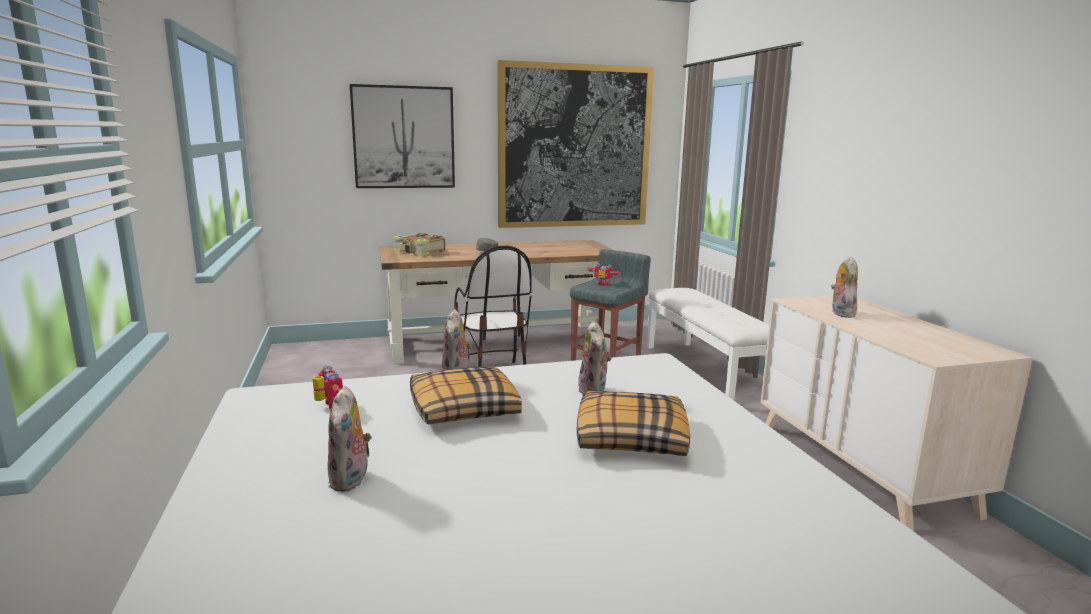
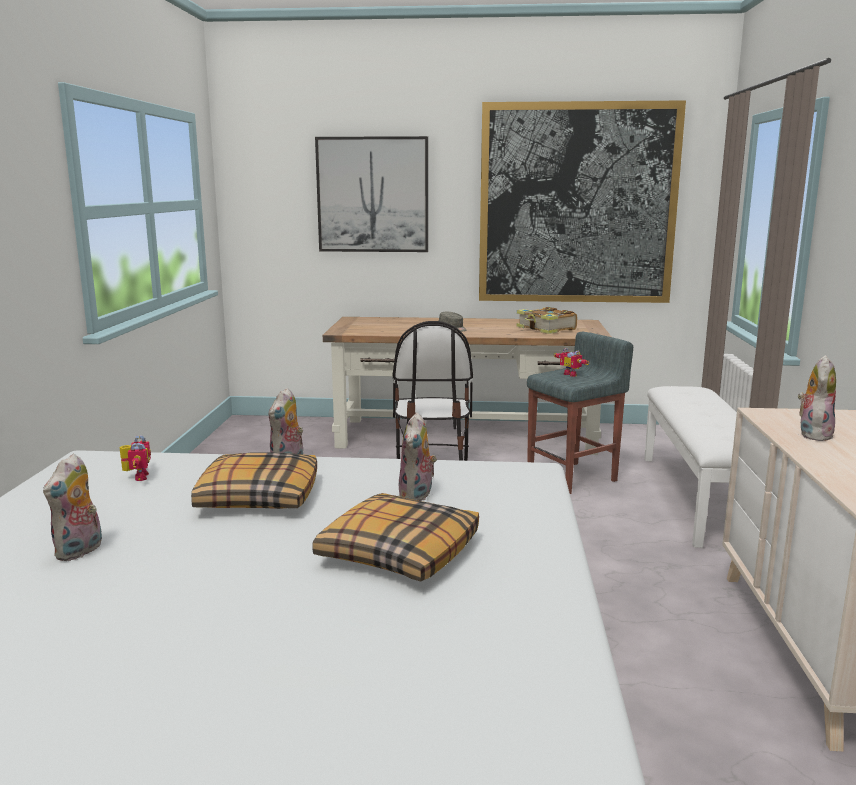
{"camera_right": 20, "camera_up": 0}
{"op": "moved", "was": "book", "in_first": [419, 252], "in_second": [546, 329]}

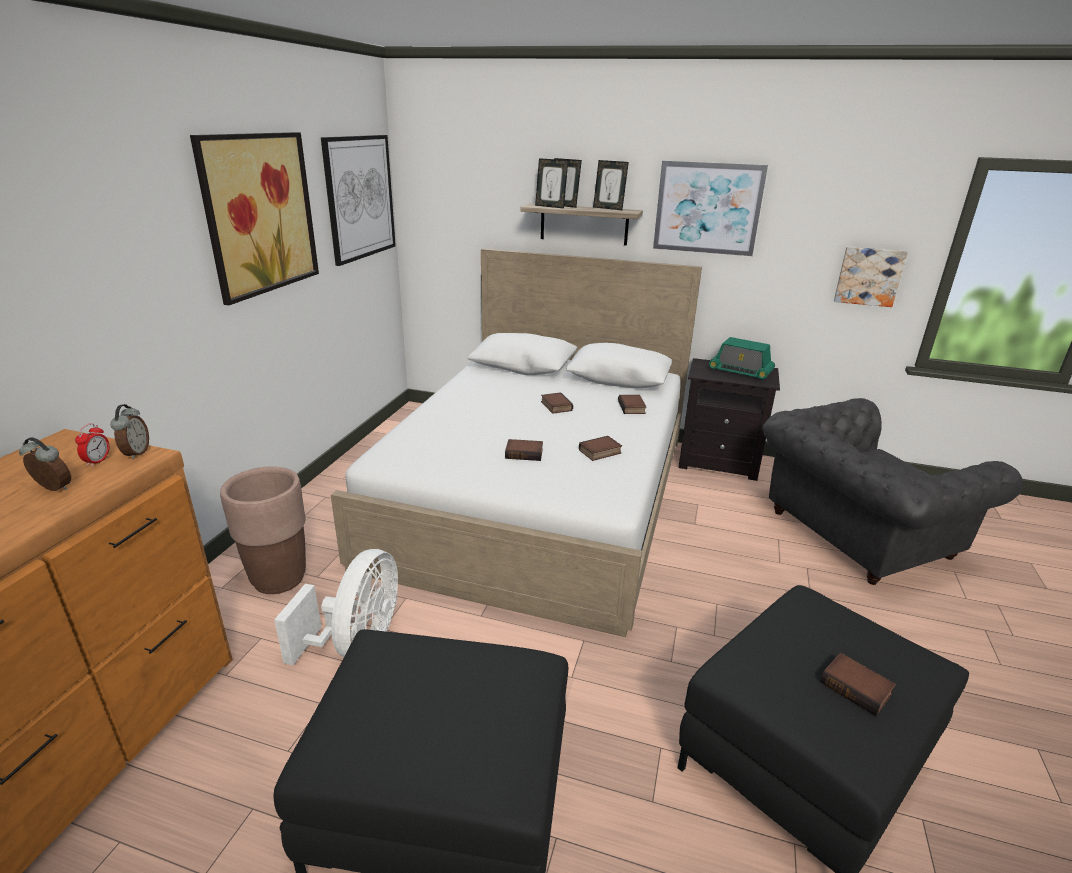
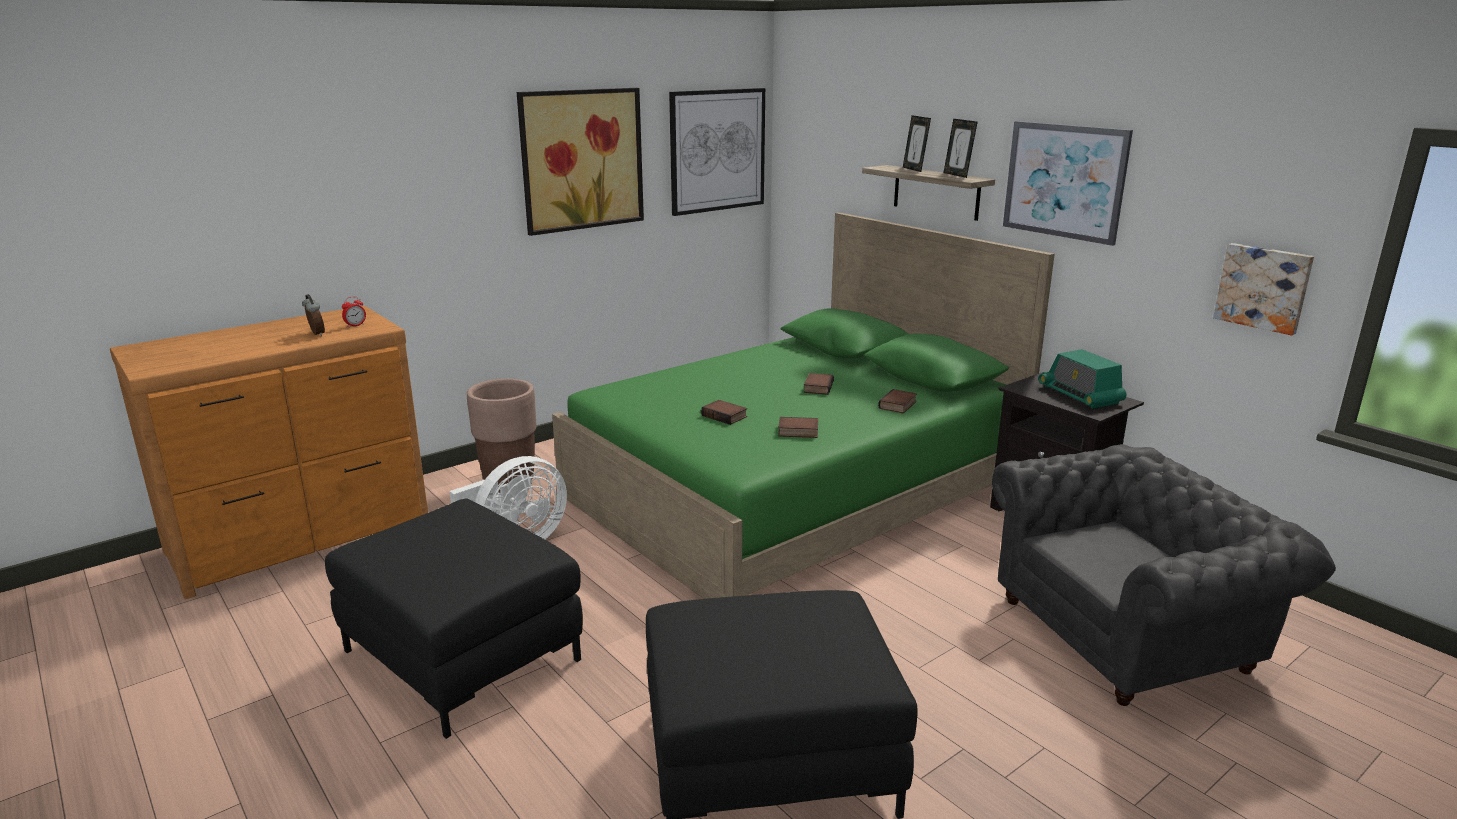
{"camera_right": 35, "camera_up": -5}
{"op": "removed", "was": "alarm clock", "in_first": [136, 453]}
{"op": "recoloured", "was": "white bed", "now": "green bed", "in_first": [539, 496], "in_second": [794, 489]}
{"op": "removed", "was": "picture frame", "in_first": [550, 206]}
{"op": "turned", "was": "grey armchair", "in_first": [853, 535], "in_second": [1130, 633], "clockwise": 150}
{"op": "removed", "was": "book", "in_first": [857, 688]}

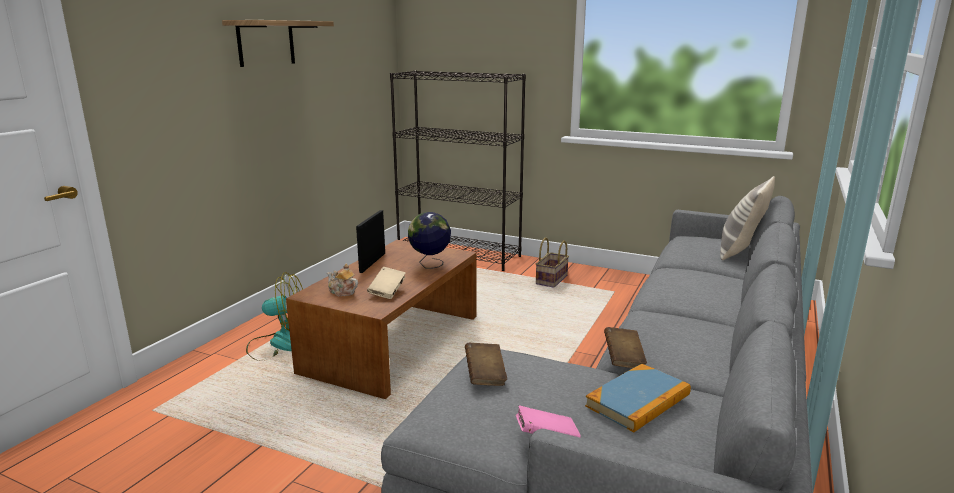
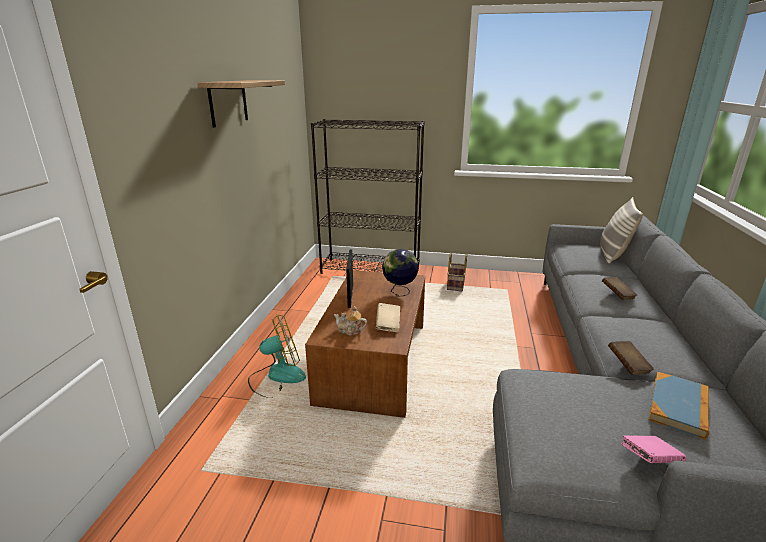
{"camera_right": -15, "camera_up": 5}
{"op": "moved", "was": "brown book", "in_first": [485, 375], "in_second": [617, 295]}

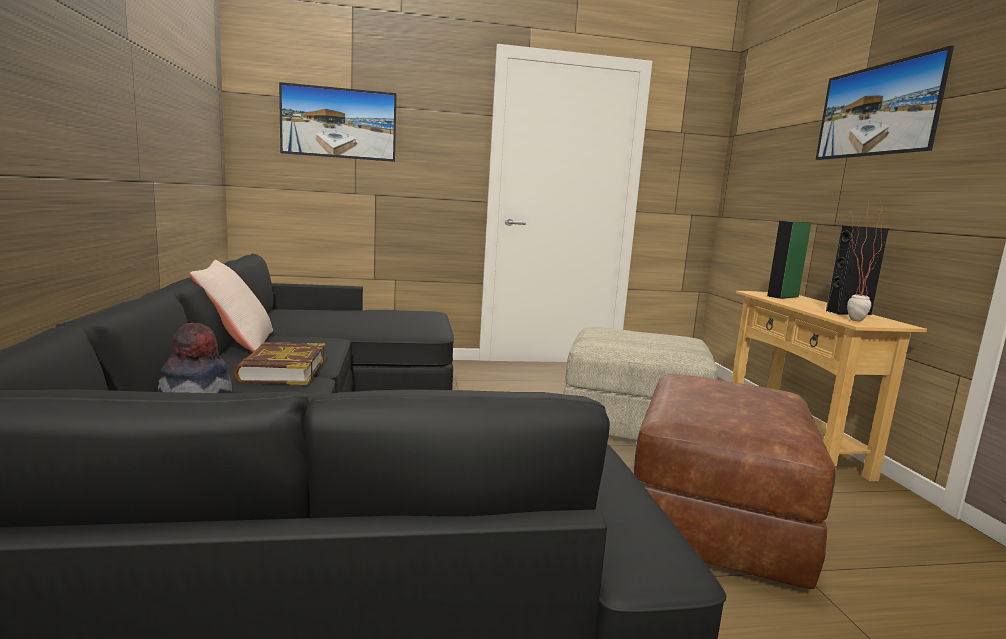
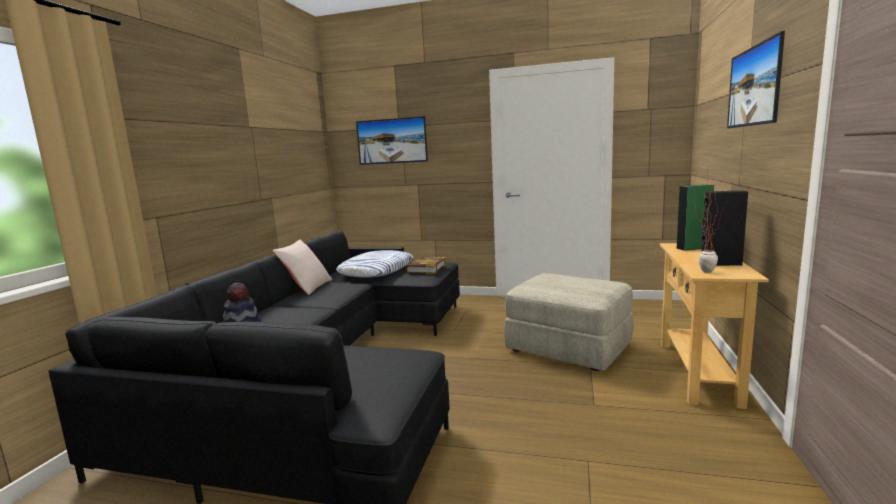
{"camera_right": 25, "camera_up": 0}
{"op": "moved", "was": "book", "in_first": [282, 370], "in_second": [426, 269]}
{"op": "removed", "was": "brown ottoman", "in_first": [716, 520]}
{"op": "added", "now": "pillow", "in_second": [376, 270]}

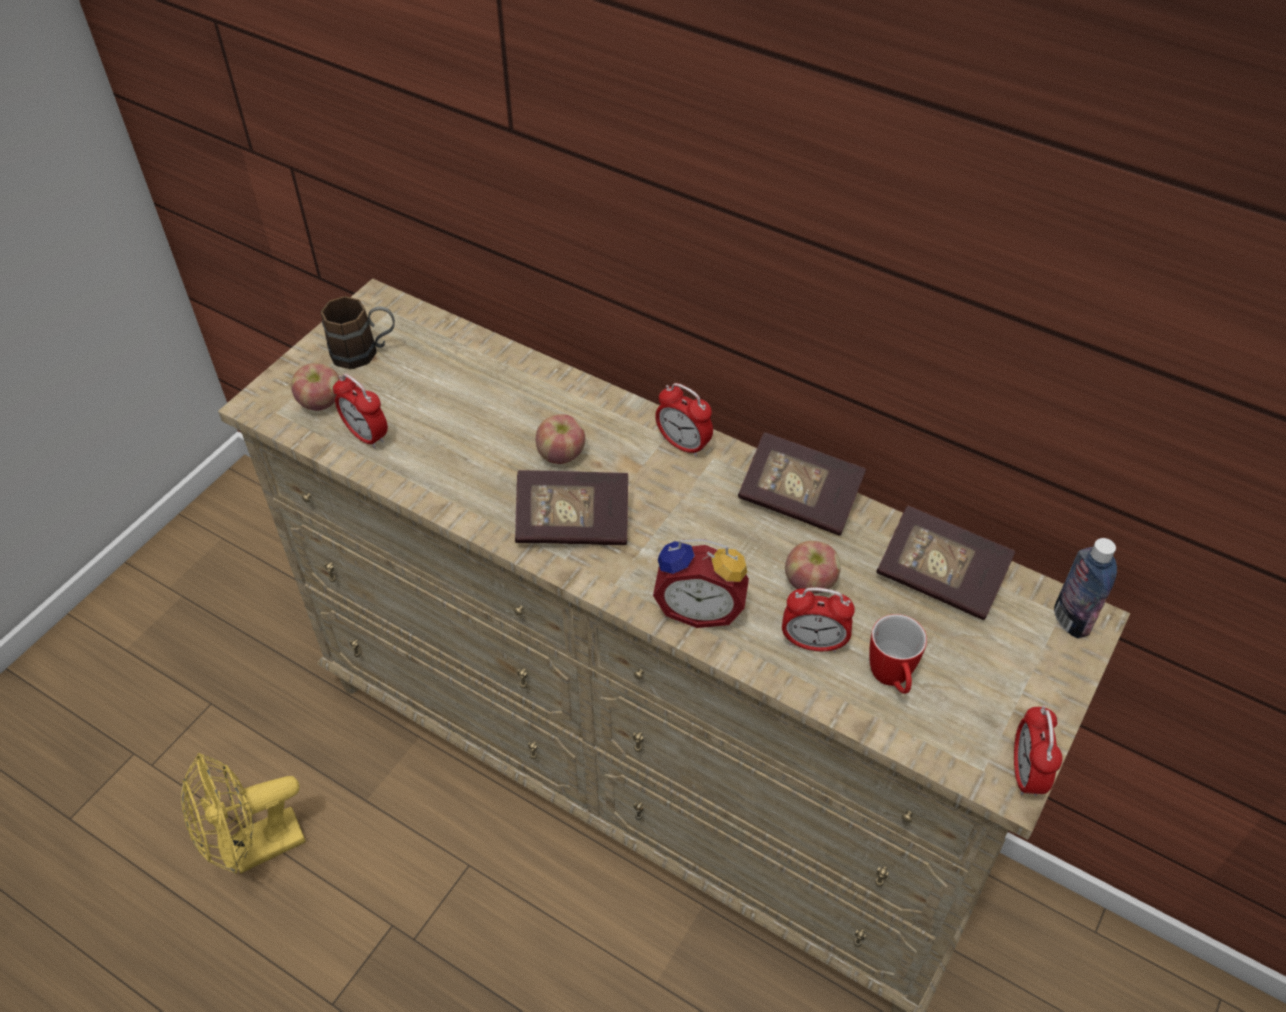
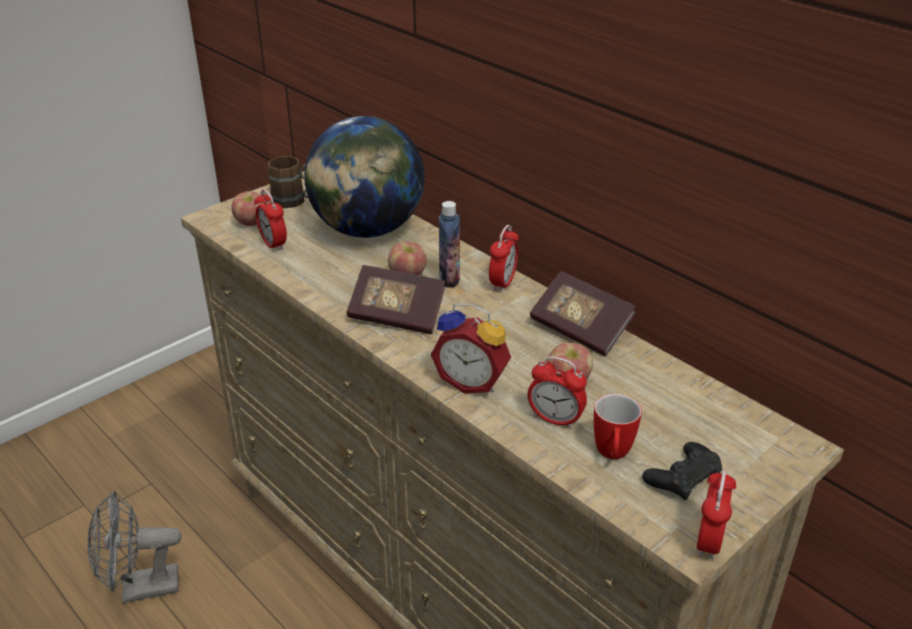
{"camera_right": 15, "camera_up": -15}
{"op": "recoloured", "was": "yellow fan", "now": "grey fan", "in_first": [256, 849], "in_second": [140, 589]}
{"op": "turned", "was": "alarm clock", "in_first": [683, 444], "in_second": [503, 283], "clockwise": -120}
{"op": "removed", "was": "book", "in_first": [939, 578]}
{"op": "moved", "was": "bottle", "in_first": [1071, 620], "in_second": [449, 279]}
{"op": "added", "now": "globe", "in_second": [367, 230]}
{"op": "added", "now": "black game controller", "in_second": [683, 477]}

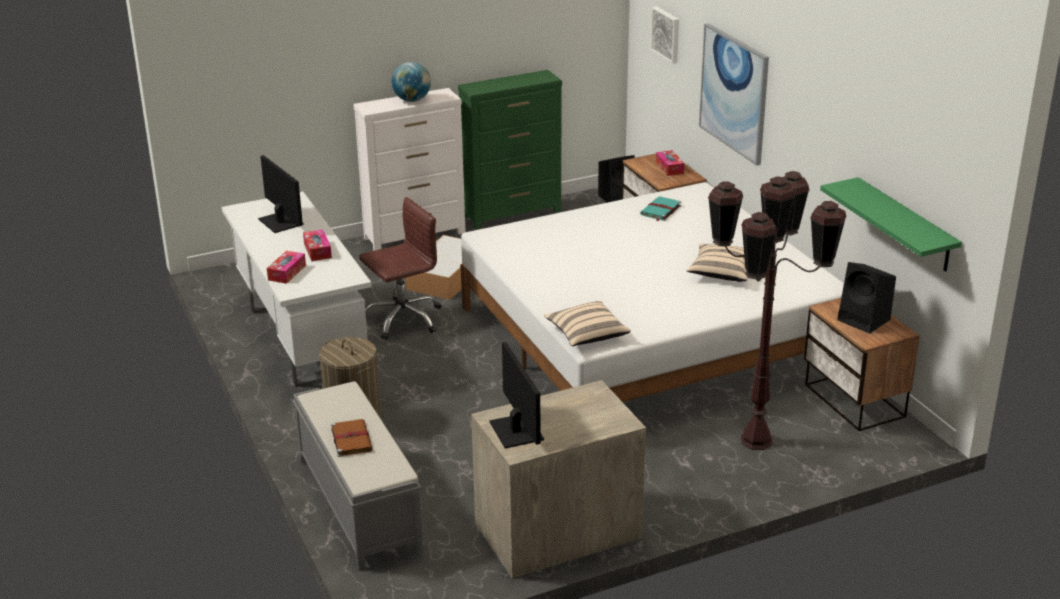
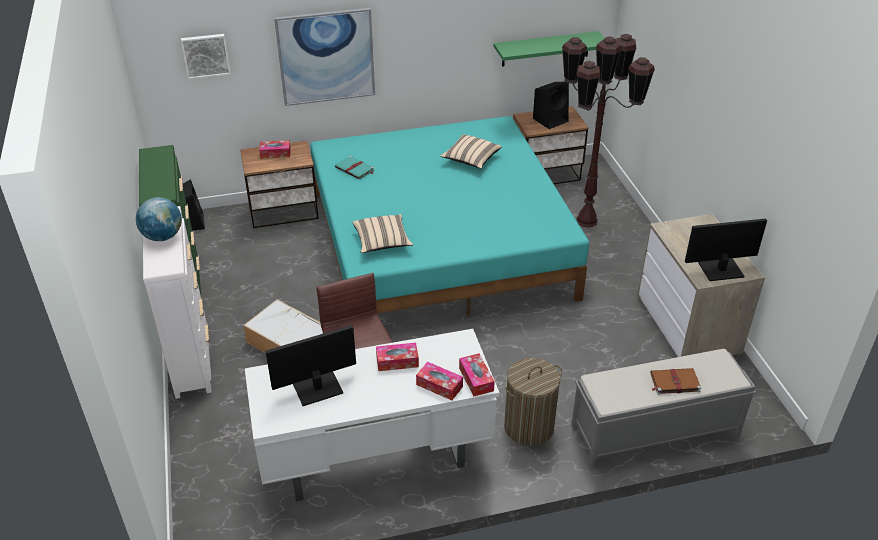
{"camera_right": -80, "camera_up": 10}
{"op": "recoloured", "was": "white bed", "now": "turquoise bed", "in_first": [648, 337], "in_second": [440, 244]}
{"op": "moved", "was": "beige pillow", "in_first": [586, 335], "in_second": [382, 242]}
{"op": "added", "now": "tissue box", "in_second": [476, 379]}

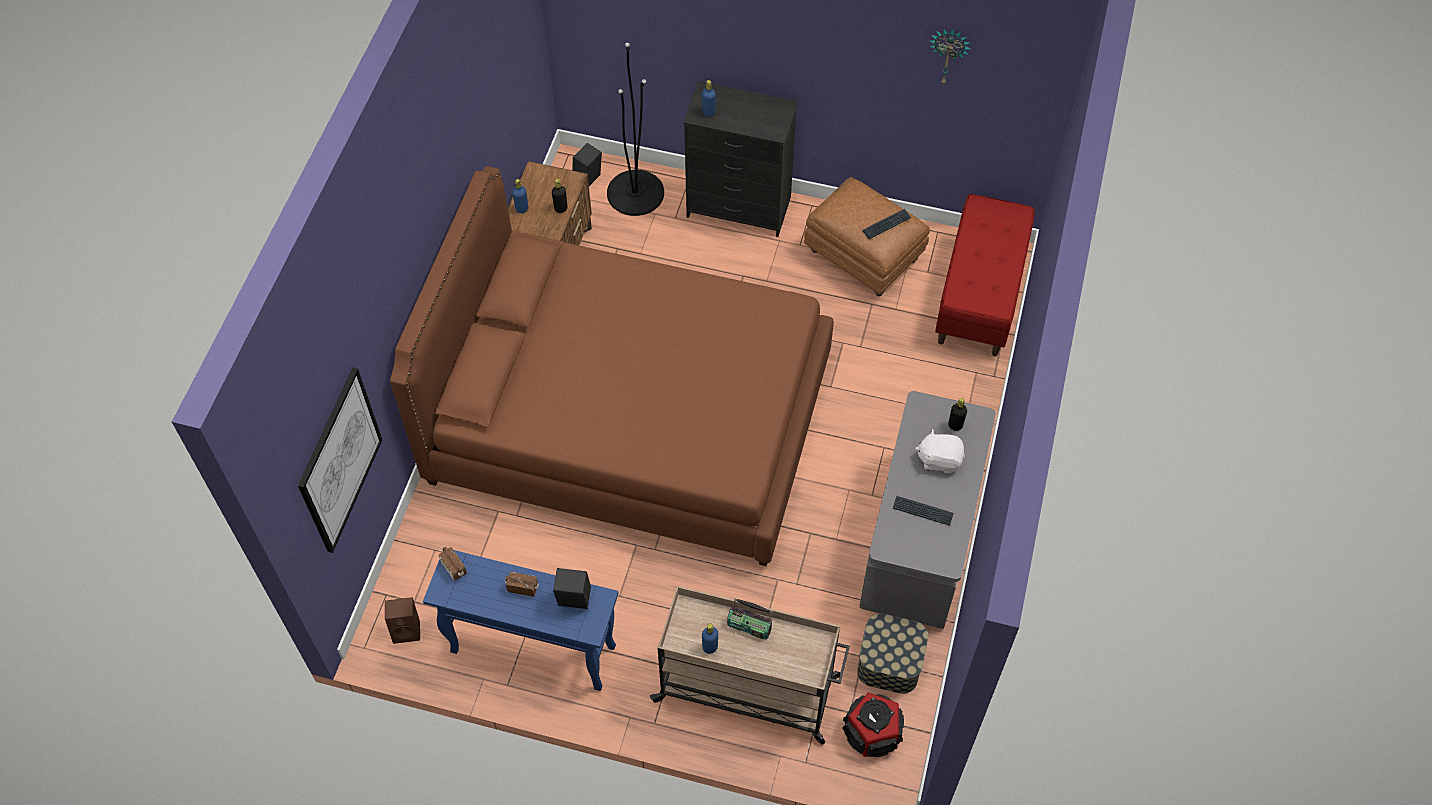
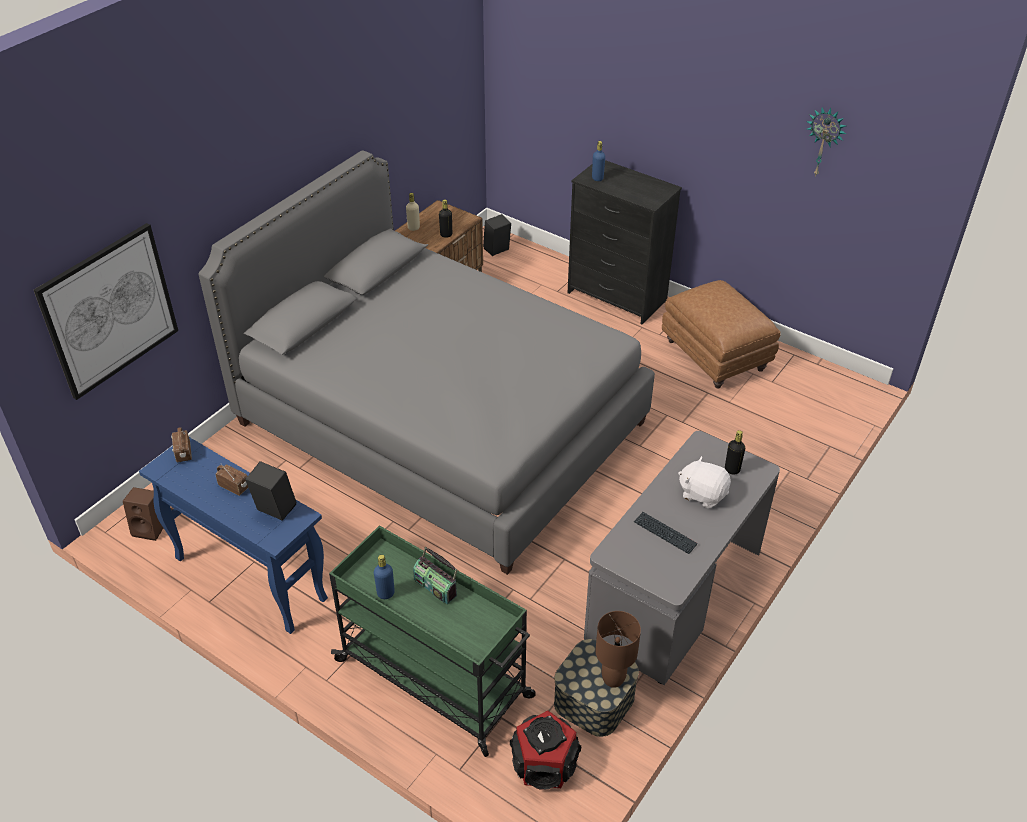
{"camera_right": 20, "camera_up": -15}
{"op": "recoloured", "was": "brown bed", "now": "grey bed", "in_first": [631, 420], "in_second": [441, 423]}
{"op": "recoloured", "was": "blue bottle", "now": "beige bottle", "in_first": [522, 209], "in_second": [413, 228]}
{"op": "removed", "was": "black floor lamp", "in_first": [635, 193]}
{"op": "recoloured", "was": "beige cart", "now": "green cart", "in_first": [749, 689], "in_second": [436, 679]}
{"op": "removed", "was": "keyboard", "in_first": [886, 224]}
{"op": "removed", "was": "red bench", "in_first": [980, 296]}
{"op": "added", "now": "brown table lamp", "in_second": [612, 678]}

